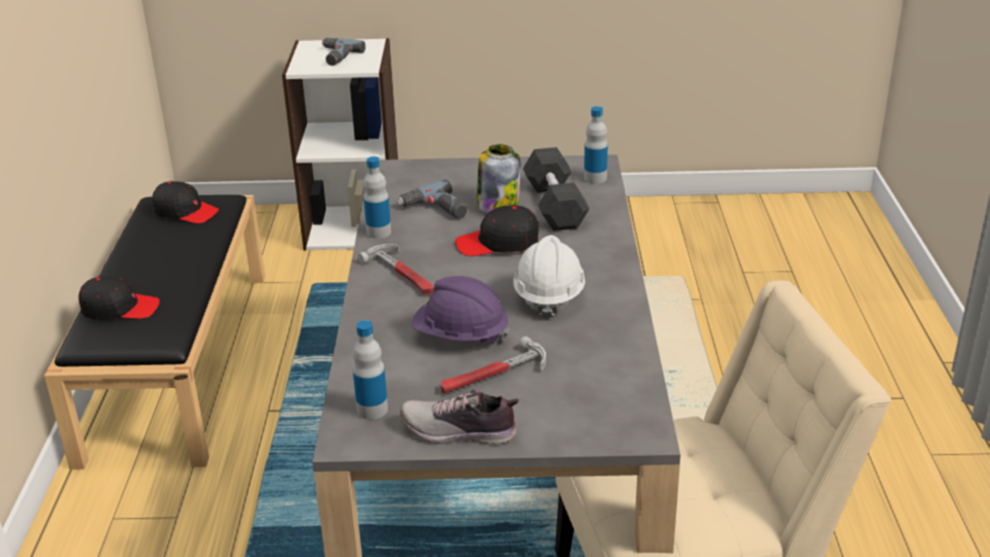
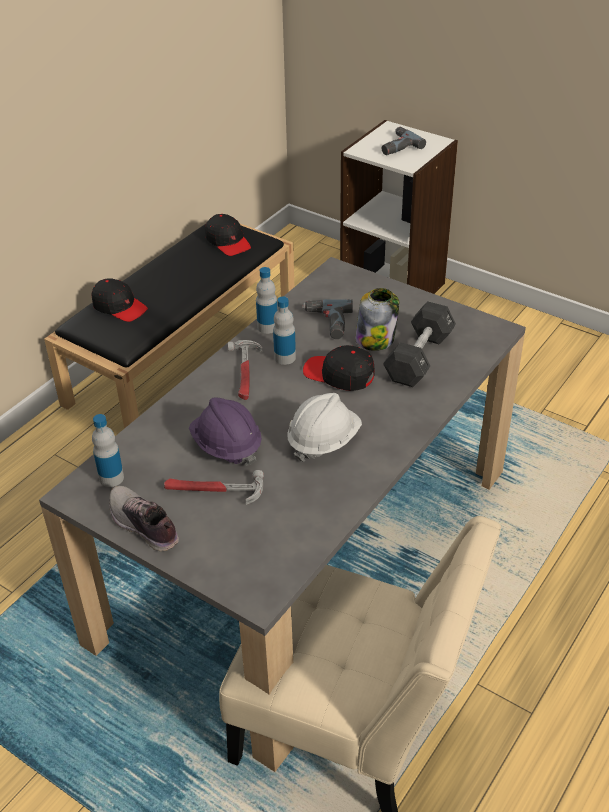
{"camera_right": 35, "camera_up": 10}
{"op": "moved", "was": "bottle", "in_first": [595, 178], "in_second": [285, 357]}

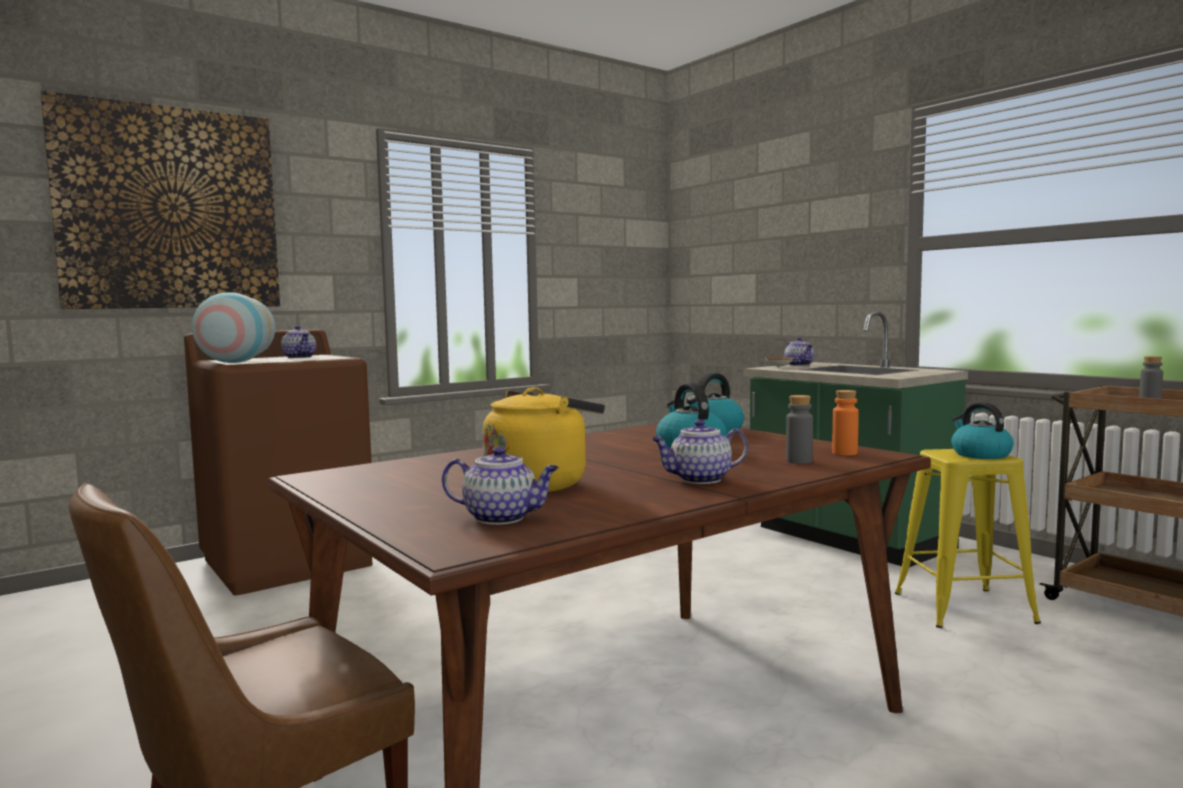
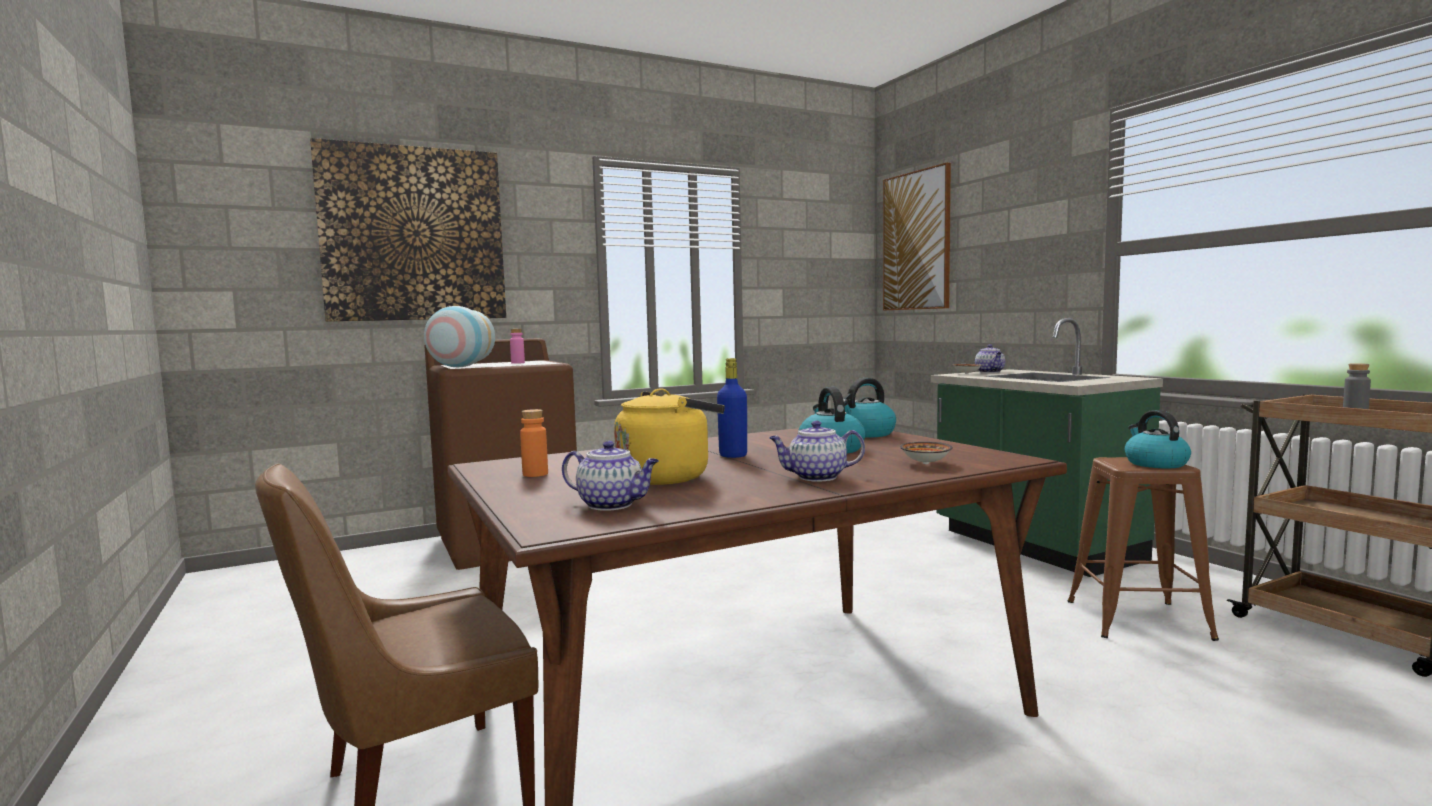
{"camera_right": 10, "camera_up": 0}
{"op": "replaced", "was": "teapot", "now": "pink bottle", "in_first": [300, 357], "in_second": [518, 363]}
{"op": "replaced", "was": "grey bottle", "now": "bowl", "in_first": [799, 461], "in_second": [926, 463]}
{"op": "moved", "was": "orange bottle", "in_first": [844, 453], "in_second": [535, 474]}
{"op": "recoloured", "was": "yellow stool", "now": "brown stool", "in_first": [963, 608], "in_second": [1137, 620]}
{"op": "added", "now": "blue bottle", "in_second": [733, 455]}
{"op": "added", "now": "picture", "in_second": [916, 241]}

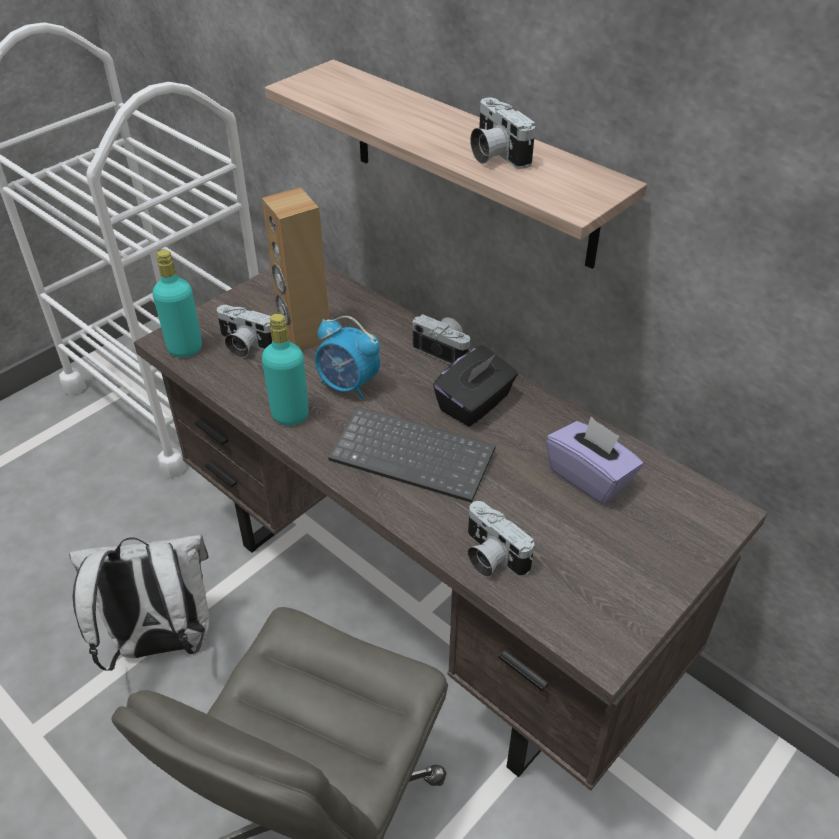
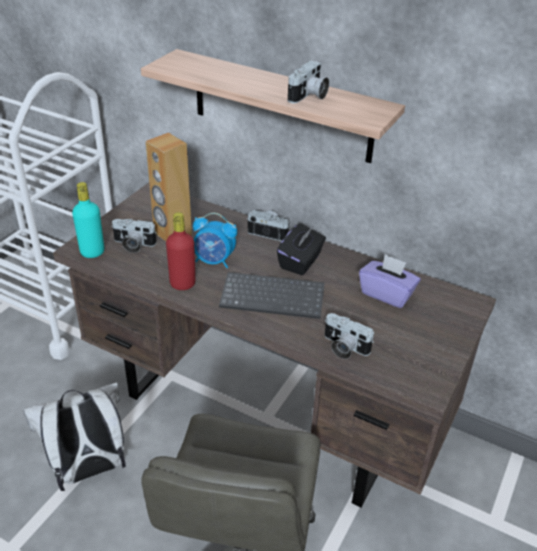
{"camera_right": -15, "camera_up": -5}
{"op": "recoloured", "was": "turquoise bottle", "now": "red bottle", "in_first": [290, 415], "in_second": [182, 284]}
{"op": "turned", "was": "photo camera", "in_first": [495, 154], "in_second": [308, 96], "clockwise": -105}

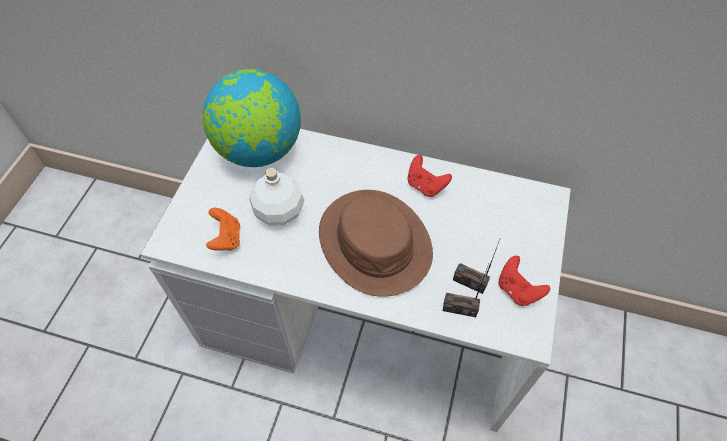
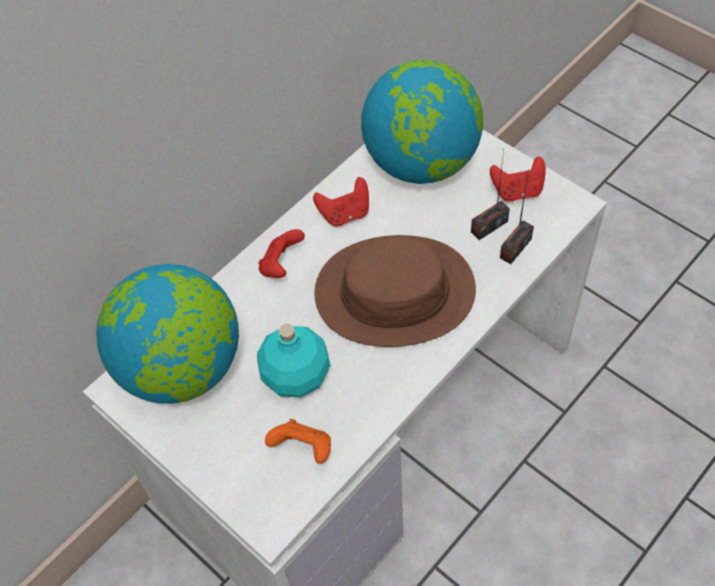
{"camera_right": -60, "camera_up": 0}
{"op": "recoloured", "was": "white bottle", "now": "turquoise bottle", "in_first": [279, 211], "in_second": [295, 376]}
{"op": "added", "now": "red game controller", "in_second": [281, 265]}
{"op": "added", "now": "globe", "in_second": [422, 162]}

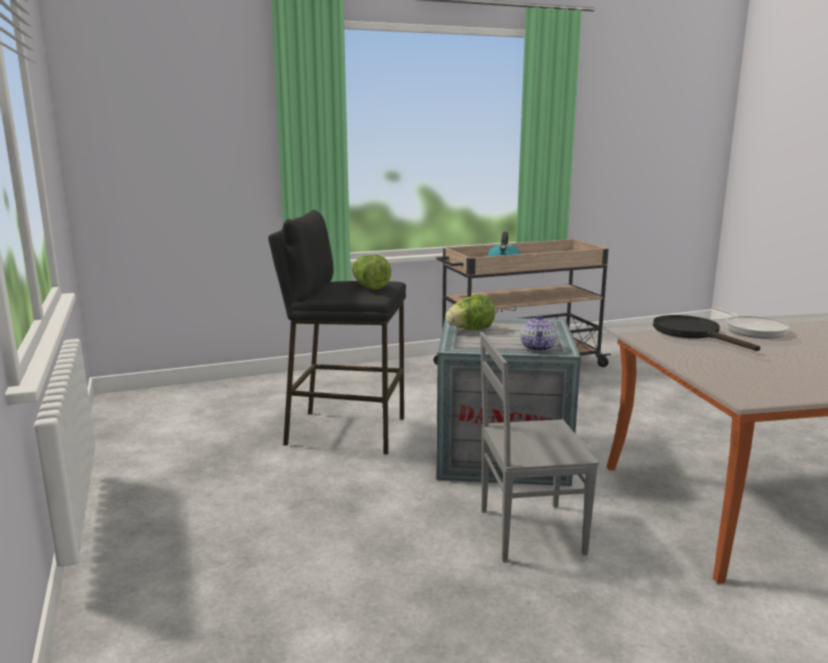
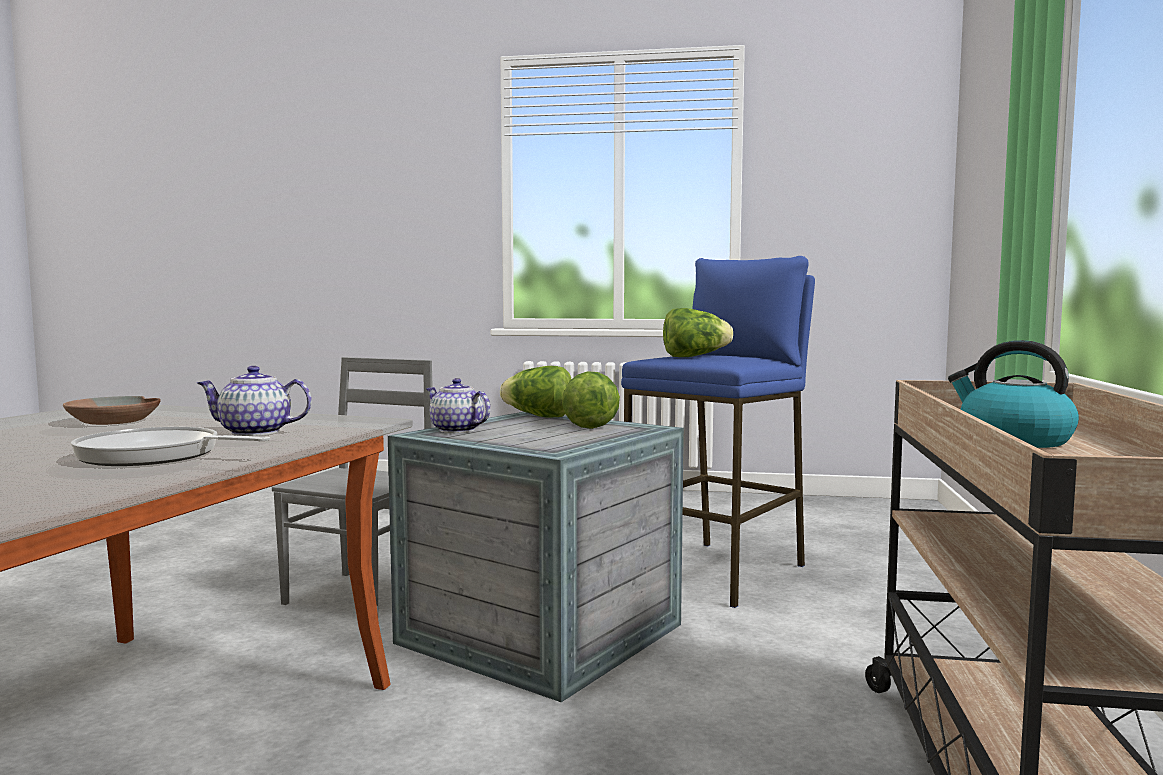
{"camera_right": 120, "camera_up": -10}
{"op": "recoloured", "was": "black stool", "now": "blue stool", "in_first": [345, 431], "in_second": [719, 572]}
{"op": "replaced", "was": "black frying pan", "now": "teapot", "in_first": [693, 333], "in_second": [256, 432]}
{"op": "added", "now": "brown bowl", "in_second": [114, 421]}
{"op": "added", "now": "lettuce", "in_second": [538, 416]}

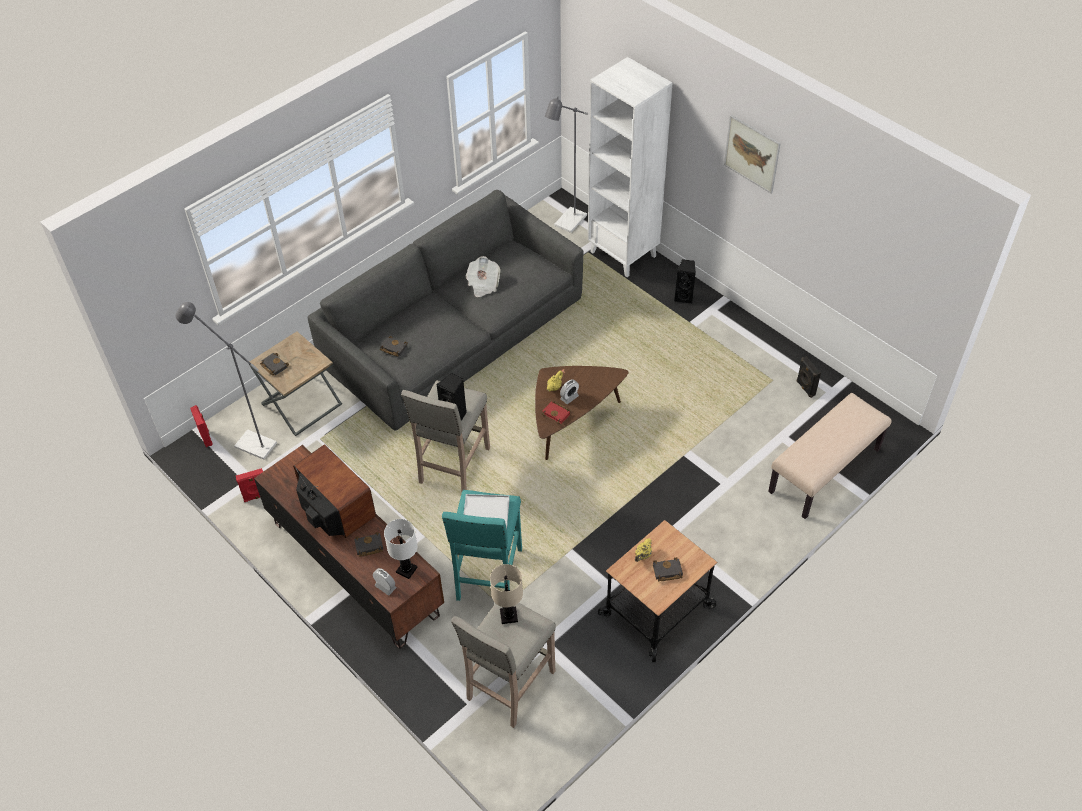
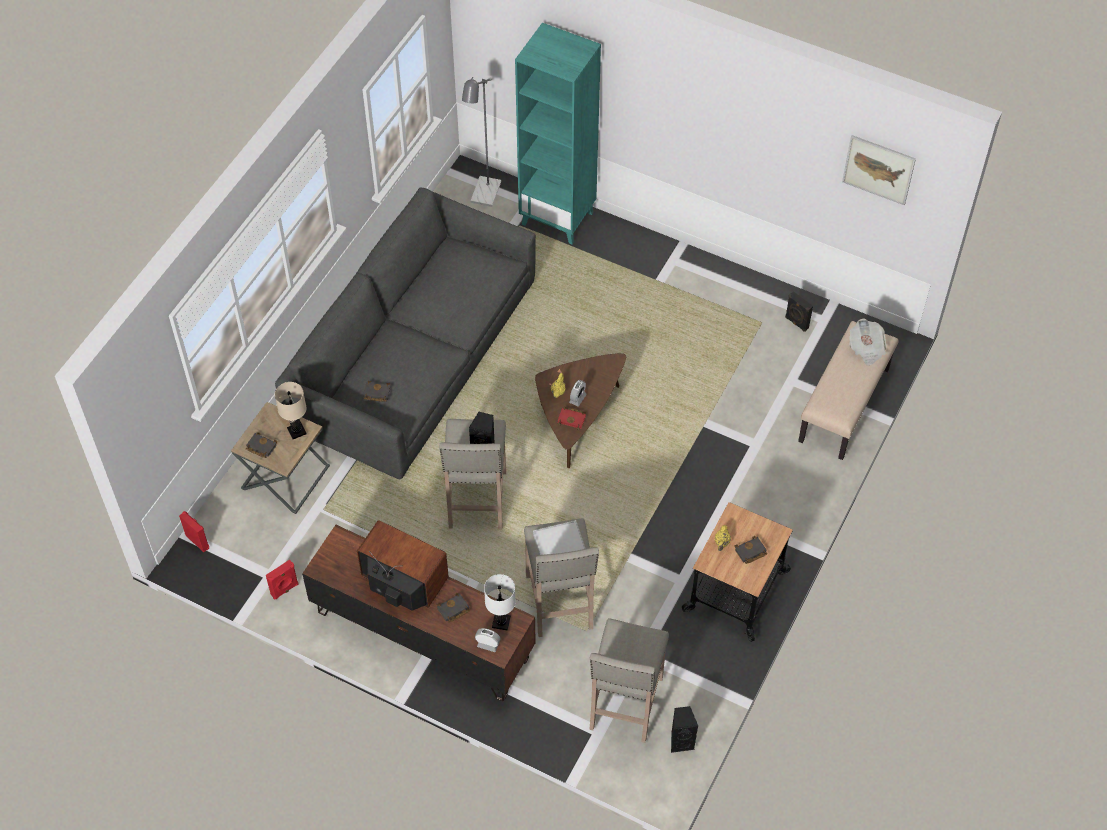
{"camera_right": -20, "camera_up": 5}
{"op": "removed", "was": "grey floor lamp", "in_first": [249, 443]}
{"op": "recoloured", "was": "turquoise stool", "now": "beige stool", "in_first": [488, 576], "in_second": [559, 603]}
{"op": "moved", "was": "newspaper", "in_first": [483, 284], "in_second": [866, 349]}
{"op": "moved", "was": "beige table lamp", "in_first": [509, 616], "in_second": [297, 431]}
{"op": "recoloured", "was": "white bookcase", "now": "turquoise bookcase", "in_first": [623, 254], "in_second": [558, 218]}
{"op": "moved", "was": "black speaker", "in_first": [684, 297], "in_second": [681, 741]}
{"op": "moved", "was": "picture", "in_first": [752, 154], "in_second": [878, 169]}

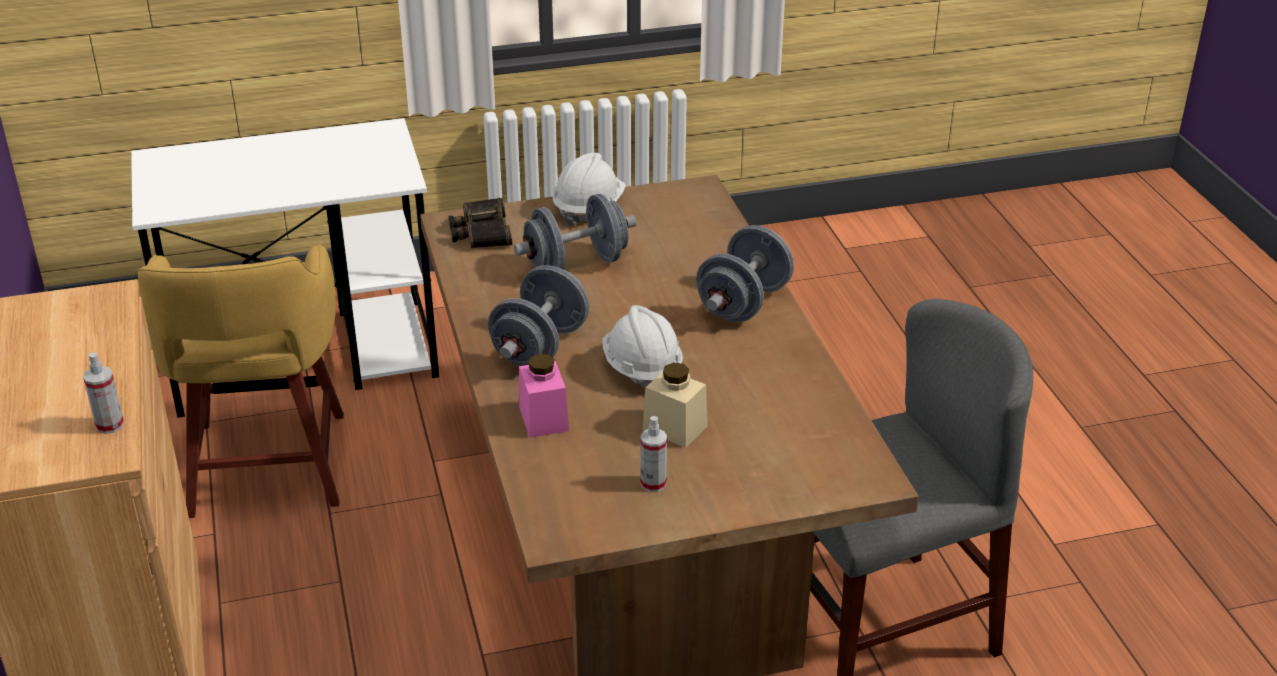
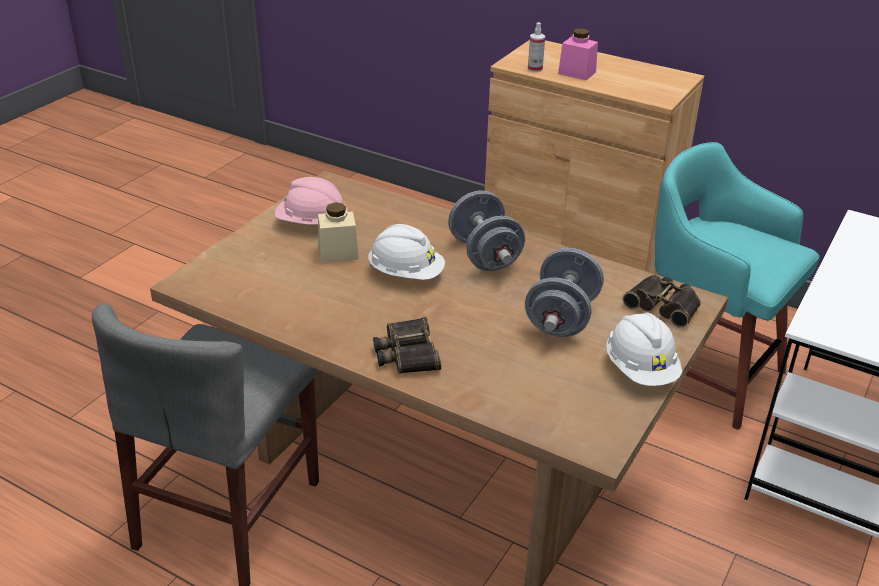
{"camera_right": 135, "camera_up": 0}
{"op": "recoloured", "was": "yellow stool", "now": "turquoise stool", "in_first": [266, 469], "in_second": [704, 372]}
{"op": "moved", "was": "pink jar", "in_first": [544, 419], "in_second": [577, 73]}
{"op": "replaced", "was": "spray bottle", "now": "pink hard hat", "in_first": [653, 484], "in_second": [312, 223]}
{"op": "replaced", "was": "grey dumbbell", "now": "binoculars", "in_first": [743, 303], "in_second": [406, 353]}

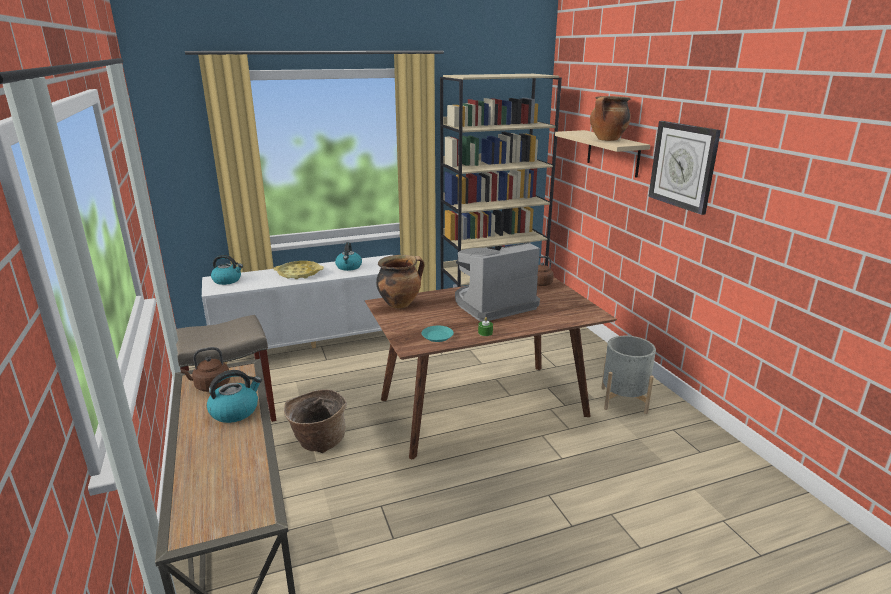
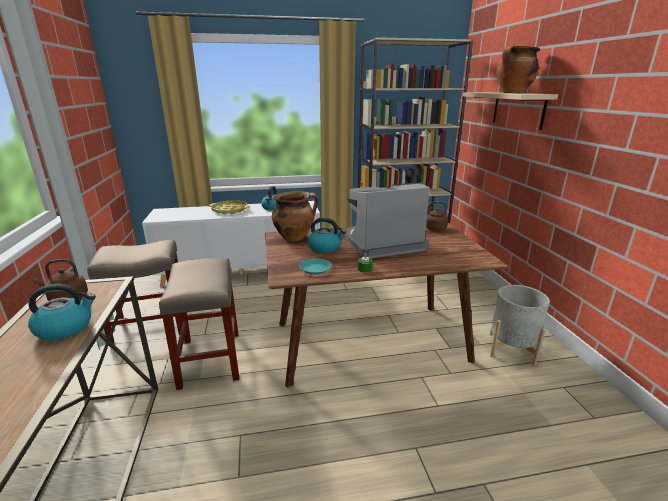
{"camera_right": 10, "camera_up": 0}
{"op": "moved", "was": "kettle", "in_first": [227, 280], "in_second": [325, 248]}
{"op": "replaced", "was": "basket", "now": "beige stool", "in_first": [318, 441], "in_second": [210, 358]}
{"op": "removed", "was": "wall clock", "in_first": [683, 166]}

